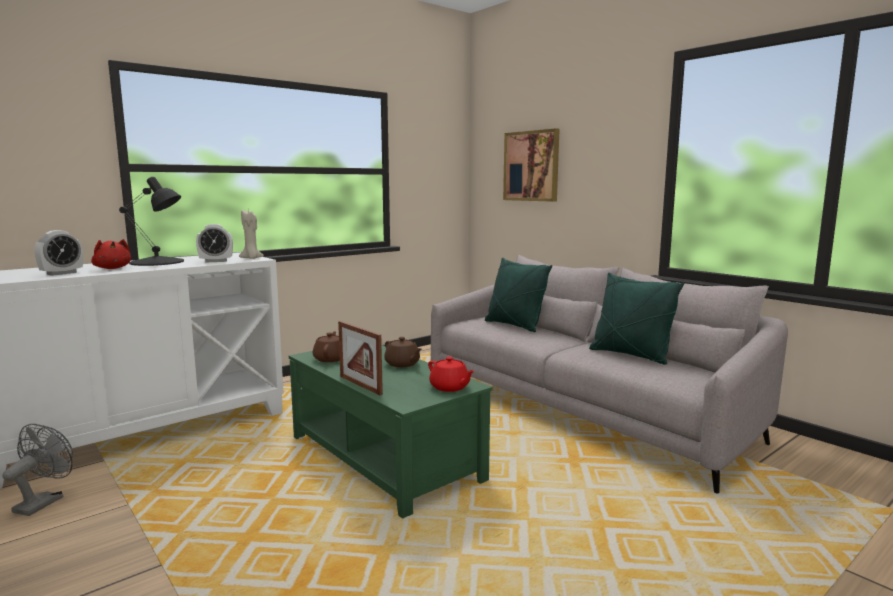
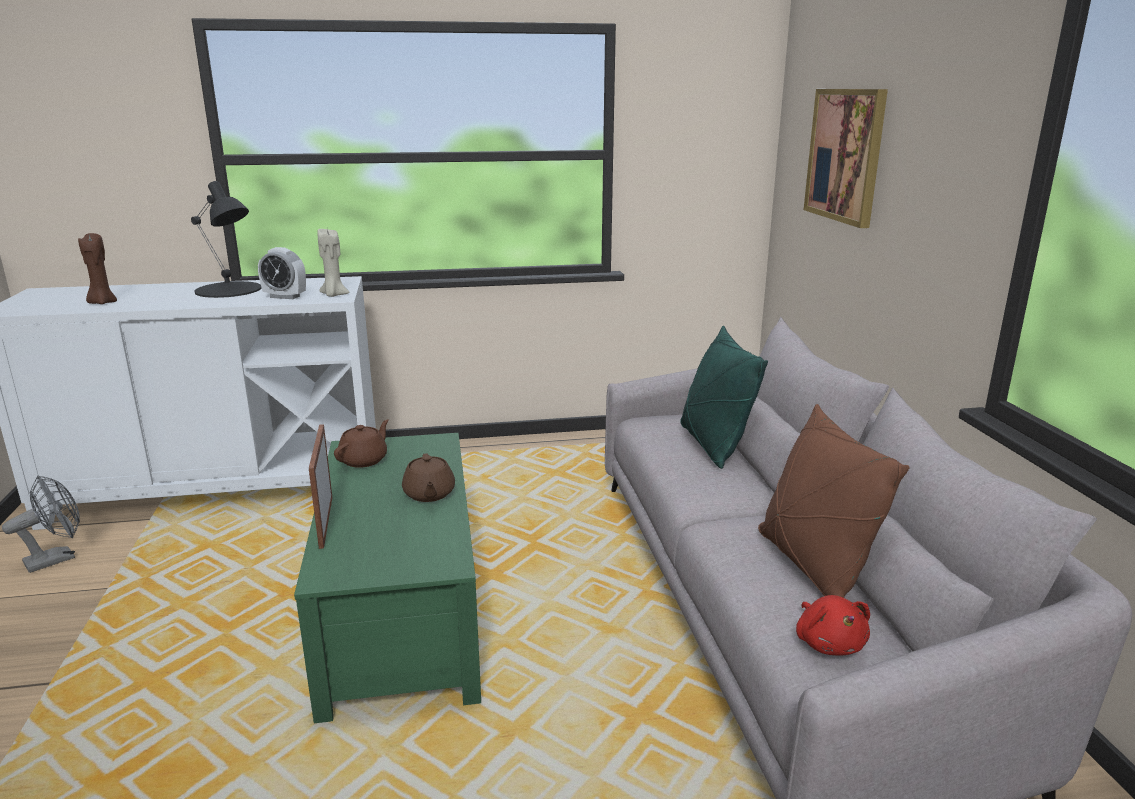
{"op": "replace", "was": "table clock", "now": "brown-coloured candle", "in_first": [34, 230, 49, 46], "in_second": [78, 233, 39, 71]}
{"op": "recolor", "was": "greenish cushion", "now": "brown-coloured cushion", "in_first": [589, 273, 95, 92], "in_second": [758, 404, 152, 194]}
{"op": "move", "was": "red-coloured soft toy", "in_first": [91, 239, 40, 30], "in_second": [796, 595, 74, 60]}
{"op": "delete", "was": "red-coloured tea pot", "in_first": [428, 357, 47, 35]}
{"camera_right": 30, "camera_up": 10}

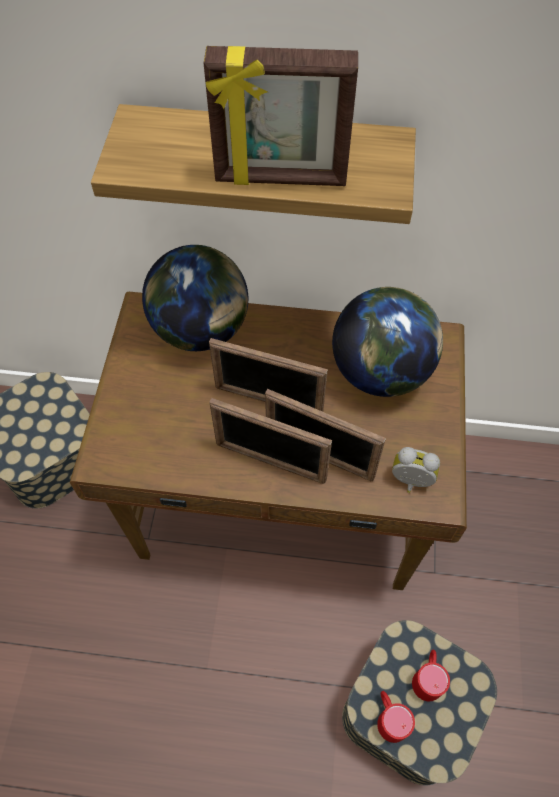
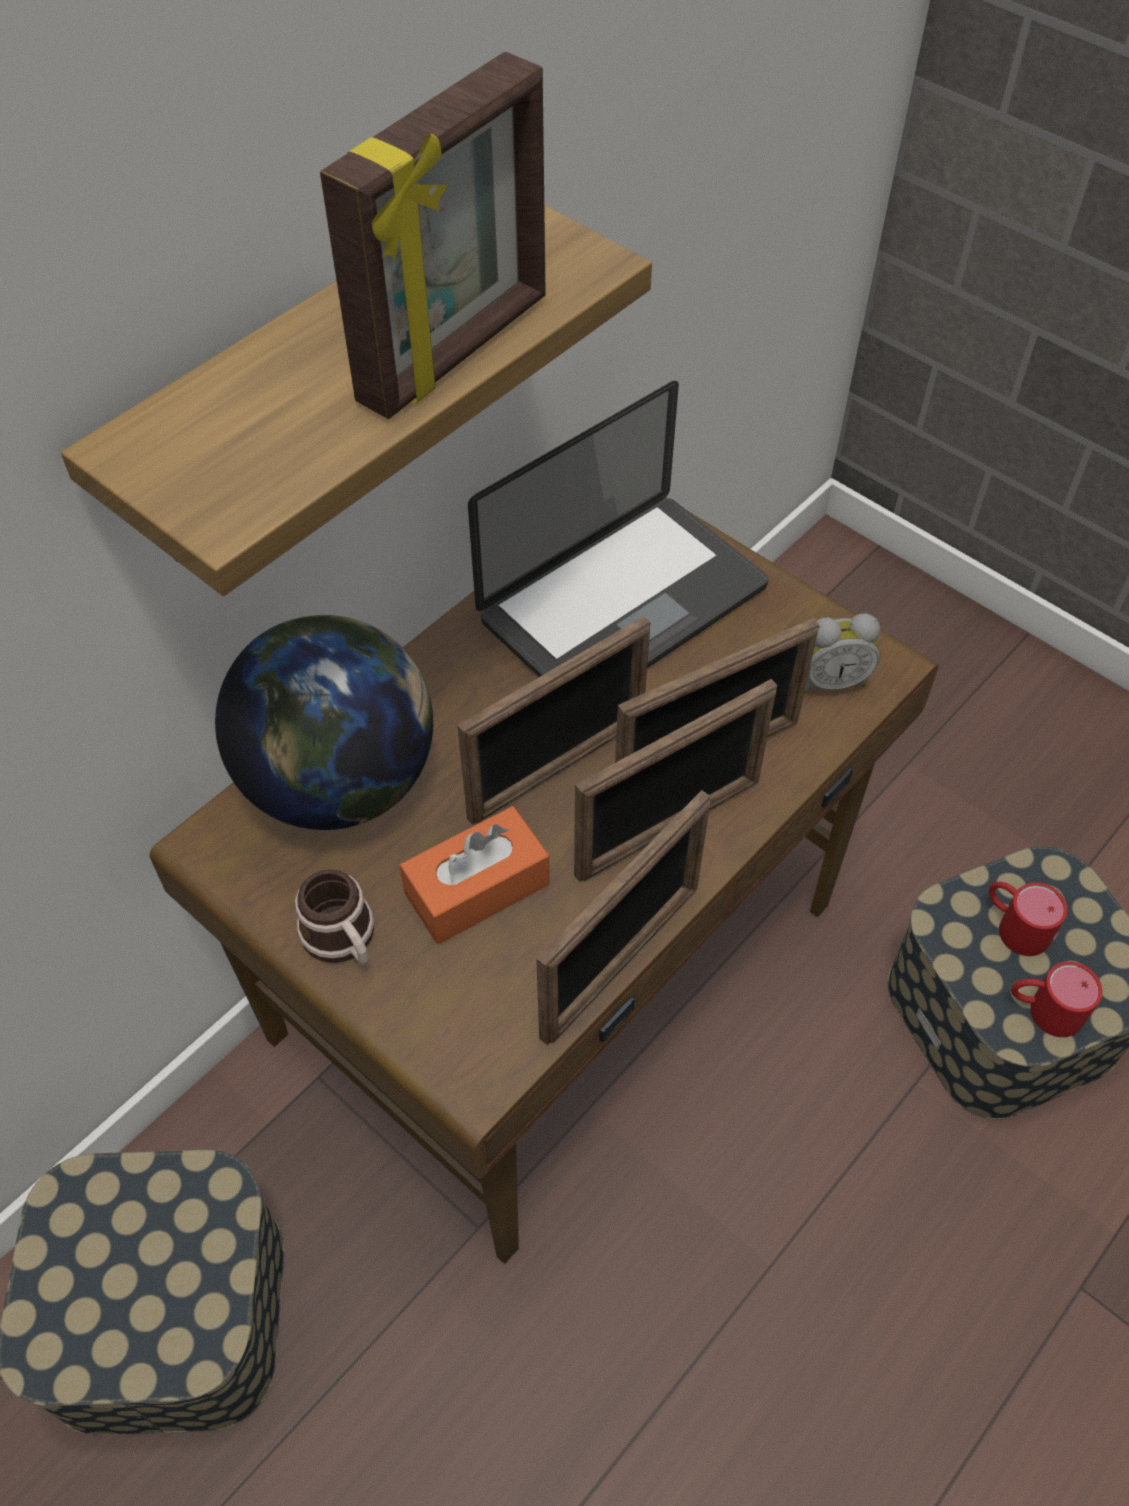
{"op": "insert", "now": "coffee mug", "in_second": [295, 869, 79, 97]}
{"op": "insert", "now": "orange tissue holder", "in_second": [400, 806, 150, 138]}
{"op": "replace", "was": "globe", "now": "notebook computer", "in_first": [332, 287, 111, 110], "in_second": [468, 381, 301, 296]}
{"op": "insert", "now": "photo frame", "in_second": [536, 790, 174, 255]}
{"op": "rotate", "was": "table clock", "in_first": [392, 447, 48, 46], "in_second": [804, 614, 76, 80], "clockwise": -150}
{"camera_right": -55, "camera_up": -5}

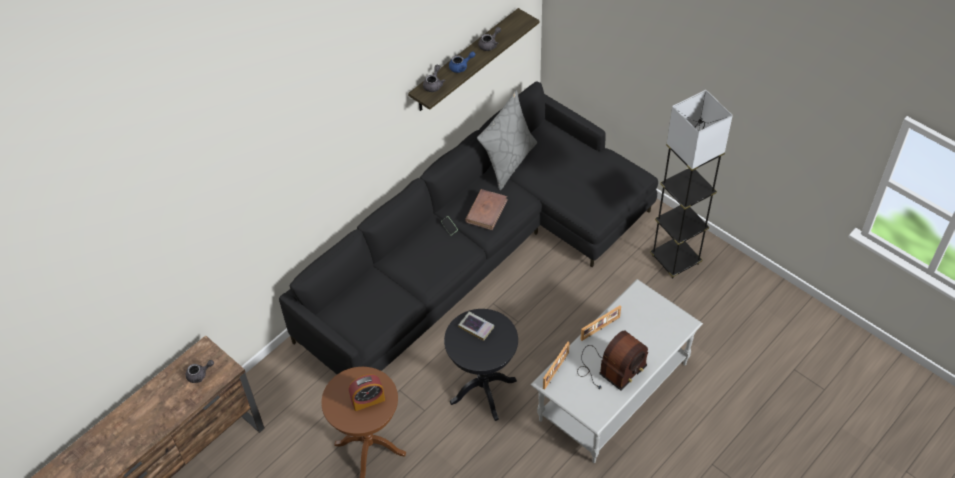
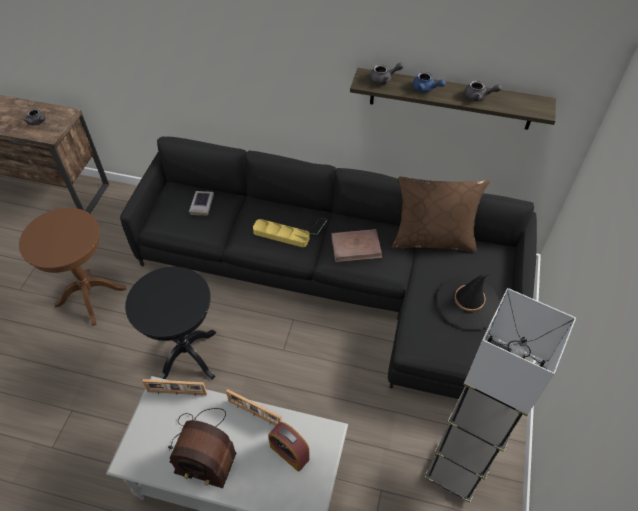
{"op": "move", "was": "book", "in_first": [458, 312, 36, 29], "in_second": [189, 191, 25, 24]}
{"op": "insert", "now": "yellowish carrying tray", "in_second": [253, 219, 57, 28]}
{"op": "move", "was": "table clock", "in_first": [349, 374, 36, 37], "in_second": [268, 422, 42, 50]}
{"op": "recolor", "was": "gray cushion", "now": "brown-coloured cushion", "in_first": [477, 90, 60, 100], "in_second": [392, 176, 98, 76]}
{"op": "insert", "now": "black wearable hat", "in_second": [437, 274, 63, 56]}
{"camera_right": 60, "camera_up": 0}

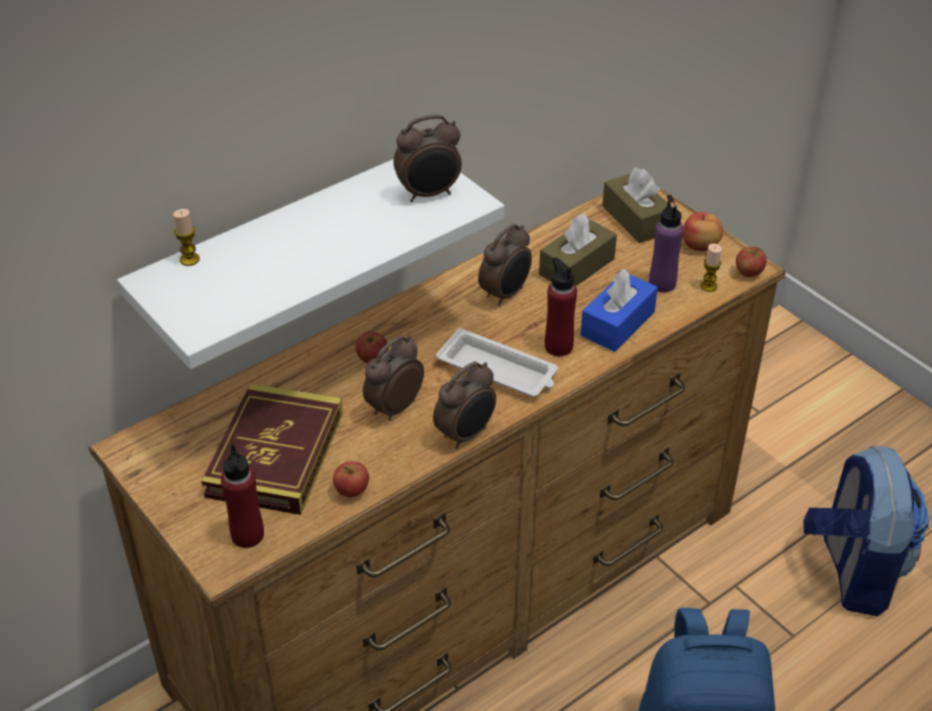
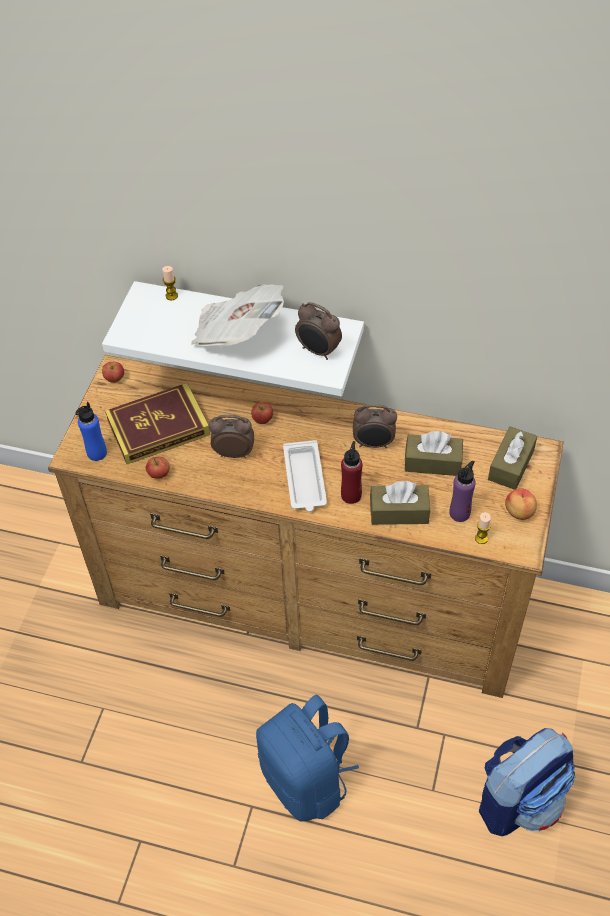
{"op": "recolor", "was": "red-coloured drink bottle", "now": "blue drink bottle", "in_first": [221, 444, 43, 104], "in_second": [75, 402, 32, 59]}
{"op": "move", "was": "apple", "in_first": [736, 247, 31, 30], "in_second": [102, 362, 22, 21]}
{"op": "insert", "now": "printed paper", "in_second": [192, 284, 92, 62]}
{"op": "recolor", "was": "blue tissue holder", "now": "brown-coloured tissue holder", "in_first": [580, 269, 78, 83], "in_second": [370, 481, 60, 44]}
{"op": "delete", "was": "table clock", "in_first": [433, 361, 63, 88]}
{"camera_right": 55, "camera_up": 10}

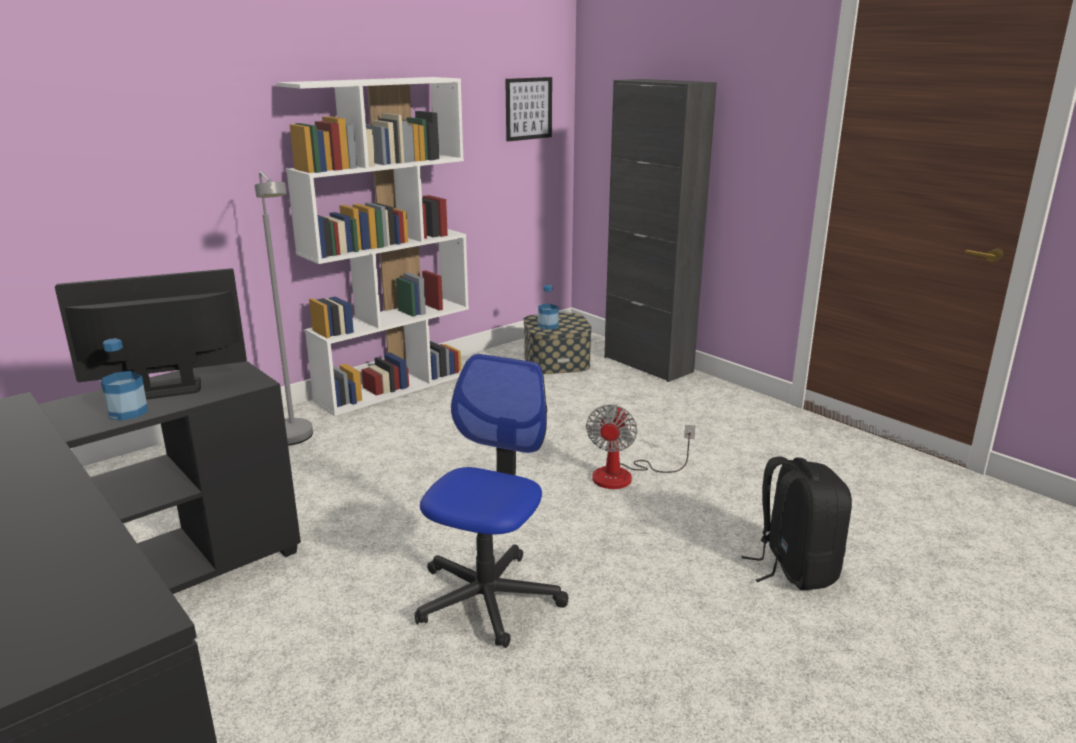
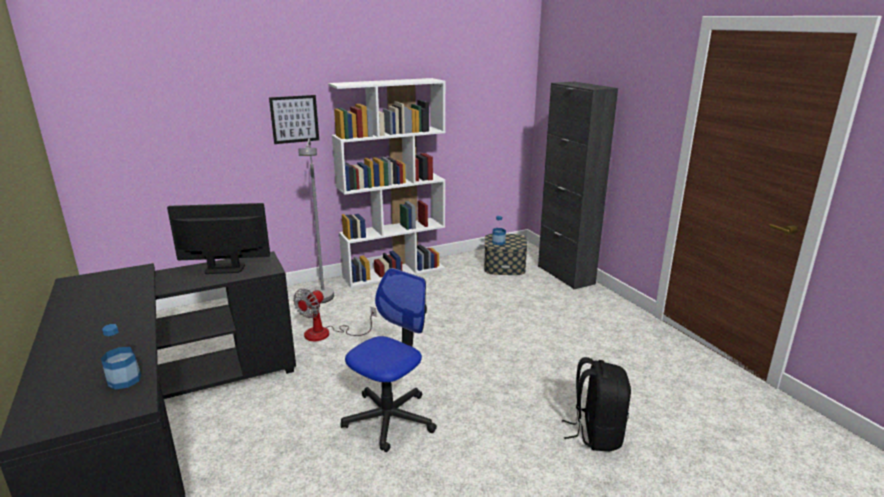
{"op": "move", "was": "drink bottle", "in_first": [101, 338, 47, 83], "in_second": [101, 324, 40, 66]}
{"op": "move", "was": "picture", "in_first": [505, 77, 47, 64], "in_second": [269, 95, 50, 49]}
{"op": "move", "was": "fan", "in_first": [586, 404, 109, 85], "in_second": [293, 289, 83, 52]}
{"camera_right": 15, "camera_up": 0}

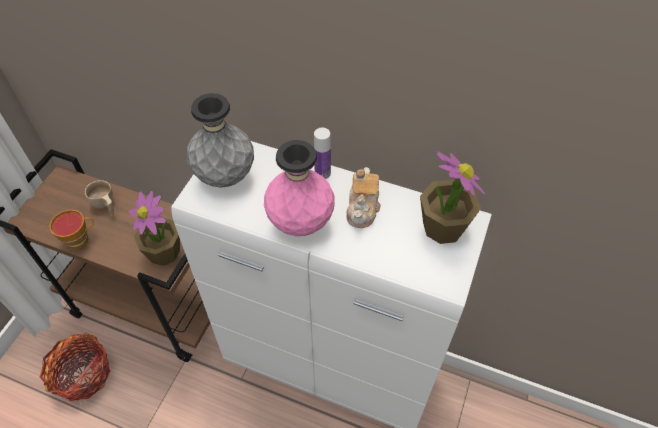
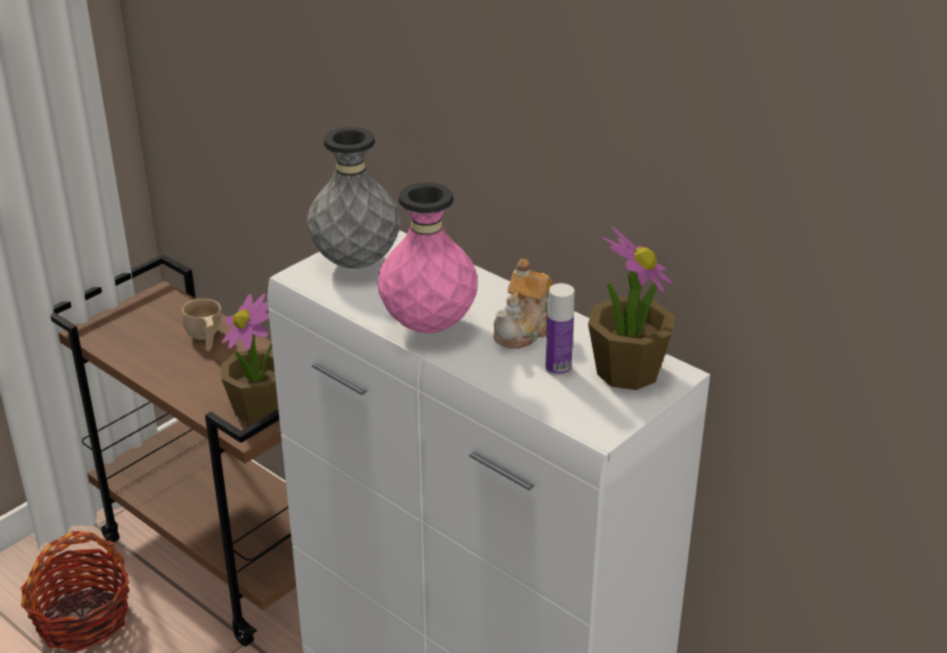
{"op": "move", "was": "drink bottle", "in_first": [314, 128, 17, 51], "in_second": [545, 283, 29, 93]}
{"op": "delete", "was": "small cup", "in_first": [49, 209, 45, 40]}
{"camera_right": 20, "camera_up": -20}

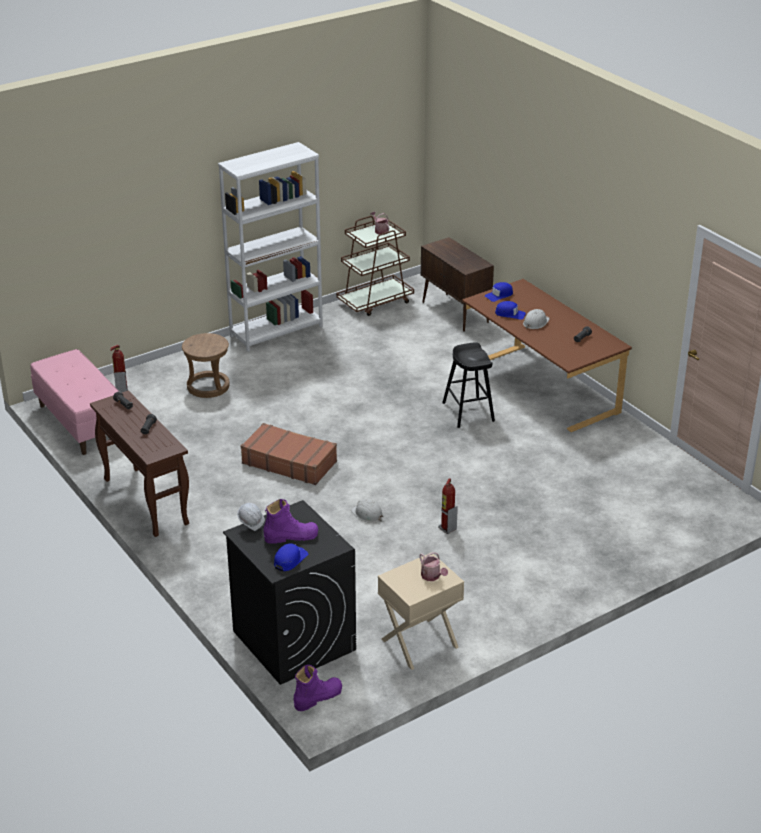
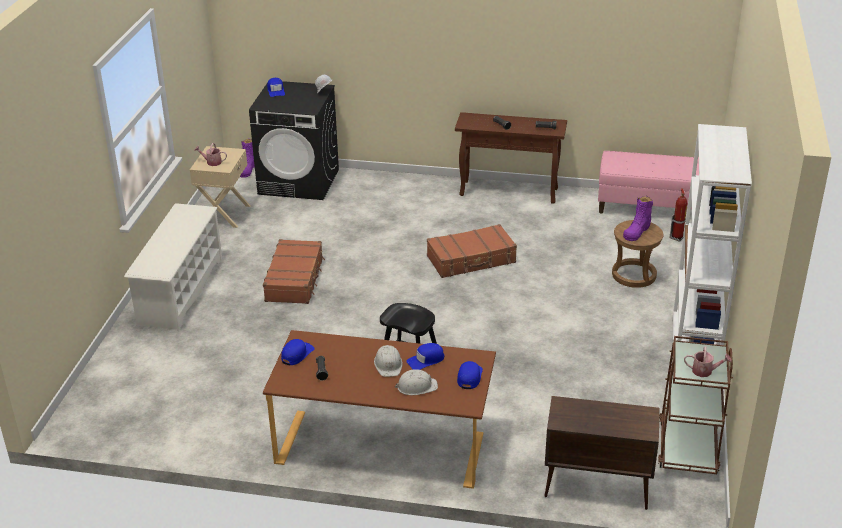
{"op": "insert", "now": "white-coloured shoe shelf", "in_second": [124, 203, 98, 128]}
{"op": "replace", "was": "fire-fighting cylinder", "now": "brown-coloured travel case", "in_first": [438, 478, 20, 56], "in_second": [263, 239, 62, 65]}
{"op": "insert", "now": "blue peaked cap", "in_second": [281, 339, 33, 26]}
{"op": "move", "was": "white-coloured work helmet", "in_first": [351, 499, 33, 24], "in_second": [395, 369, 43, 26]}
{"op": "move", "was": "purplish high-top boot", "in_first": [264, 499, 54, 45], "in_second": [623, 196, 30, 45]}
{"camera_right": 135, "camera_up": 0}

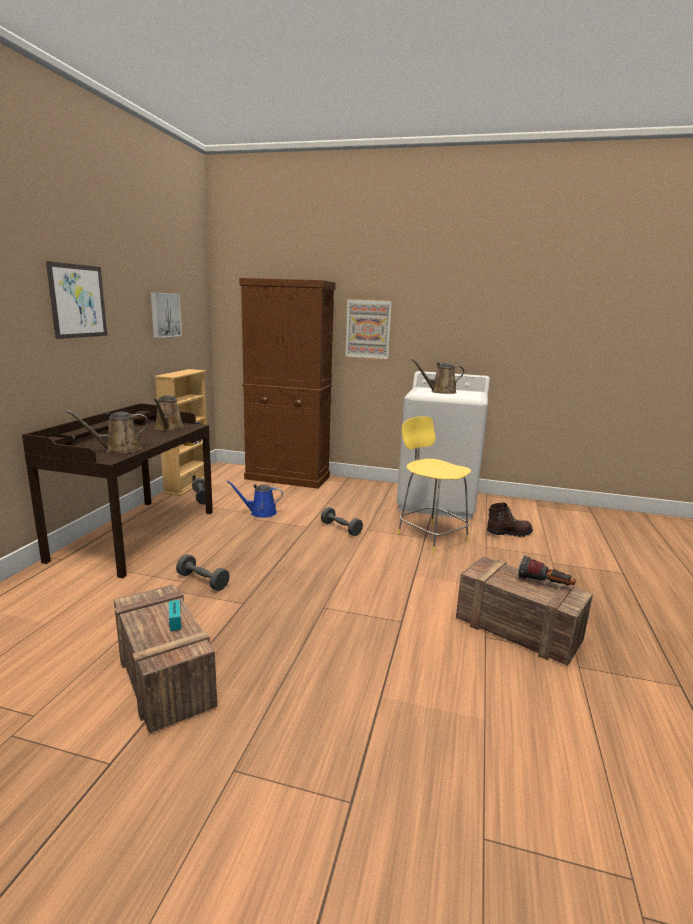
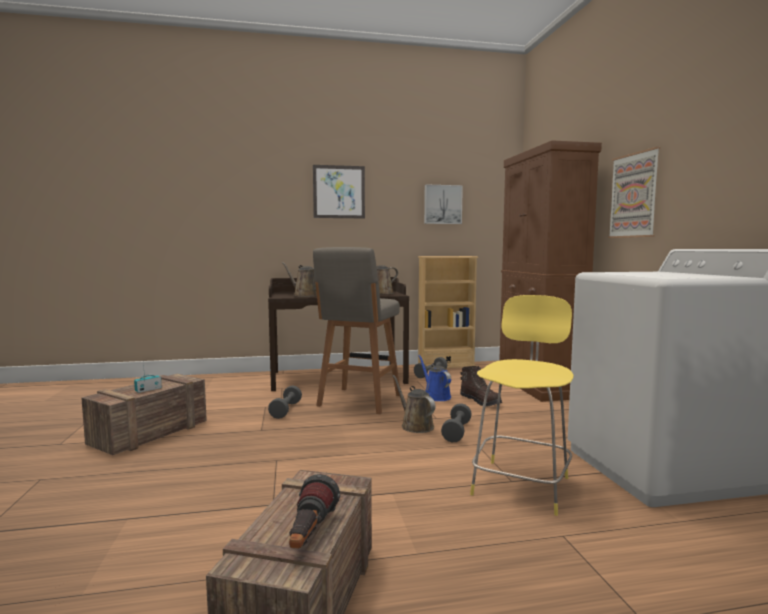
{"op": "insert", "now": "gray stool", "in_second": [313, 247, 87, 167]}
{"op": "move", "was": "brown-coloured watering can", "in_first": [411, 359, 54, 35], "in_second": [393, 375, 43, 58]}
{"op": "move", "was": "brown-coloured high-top boot", "in_first": [487, 502, 46, 35], "in_second": [460, 366, 42, 41]}
{"camera_right": 65, "camera_up": -10}

